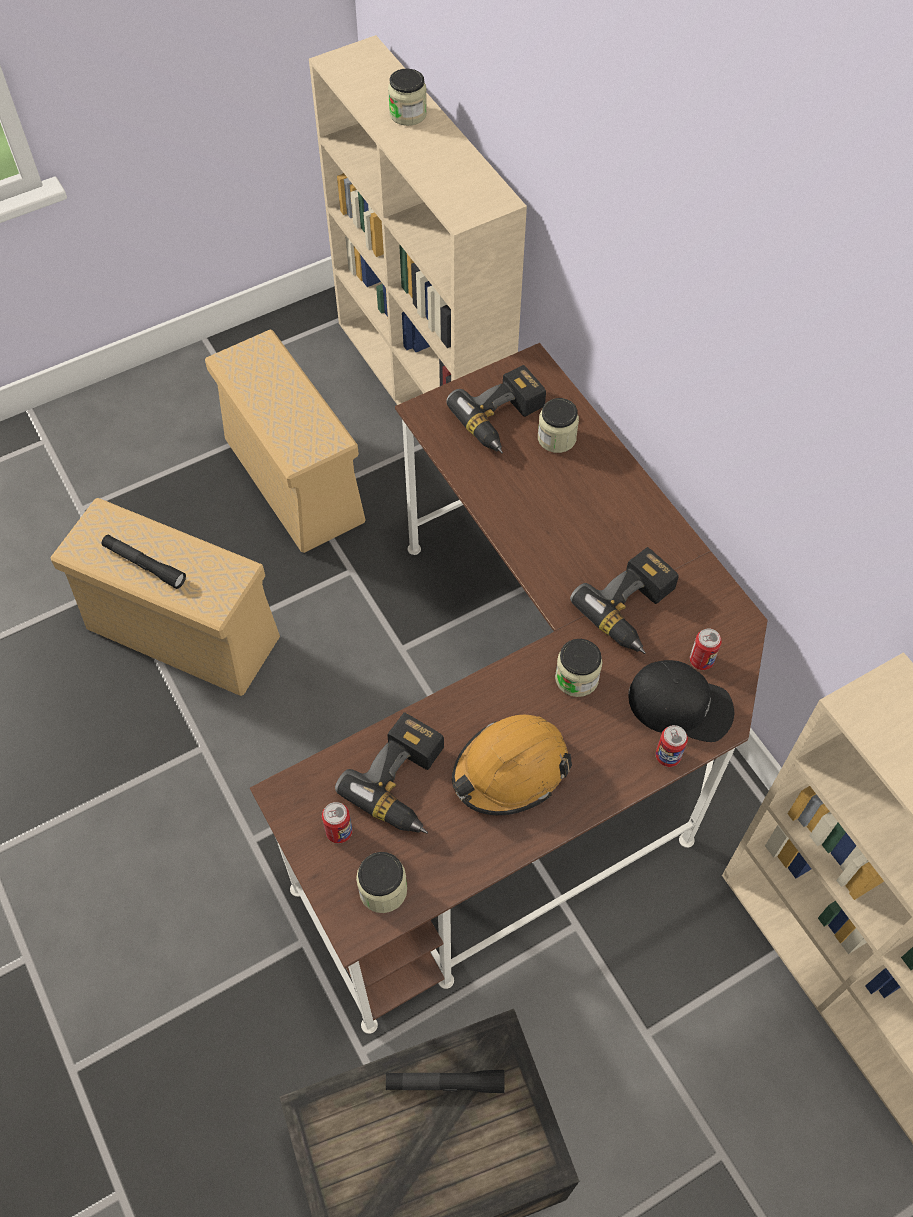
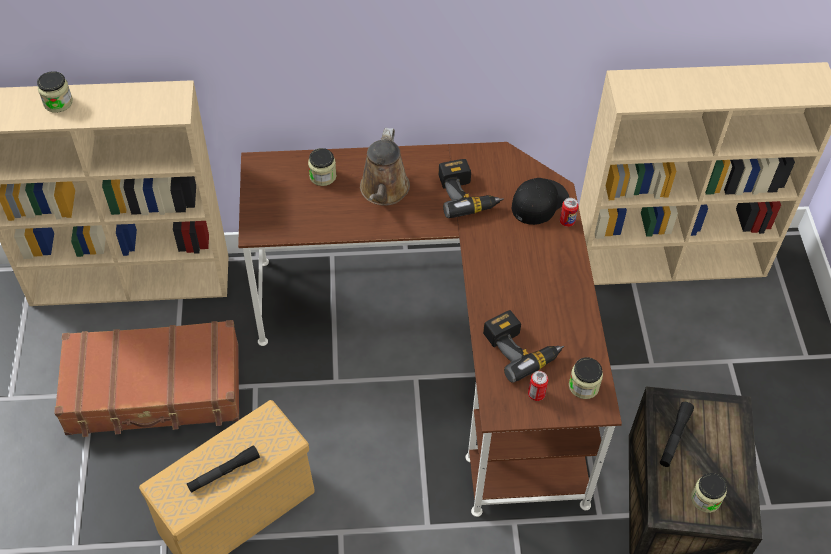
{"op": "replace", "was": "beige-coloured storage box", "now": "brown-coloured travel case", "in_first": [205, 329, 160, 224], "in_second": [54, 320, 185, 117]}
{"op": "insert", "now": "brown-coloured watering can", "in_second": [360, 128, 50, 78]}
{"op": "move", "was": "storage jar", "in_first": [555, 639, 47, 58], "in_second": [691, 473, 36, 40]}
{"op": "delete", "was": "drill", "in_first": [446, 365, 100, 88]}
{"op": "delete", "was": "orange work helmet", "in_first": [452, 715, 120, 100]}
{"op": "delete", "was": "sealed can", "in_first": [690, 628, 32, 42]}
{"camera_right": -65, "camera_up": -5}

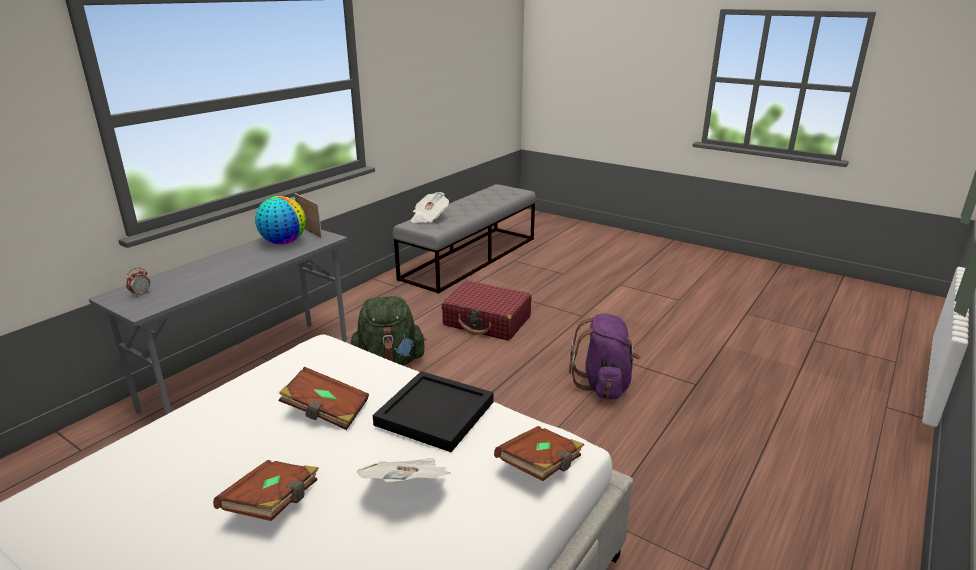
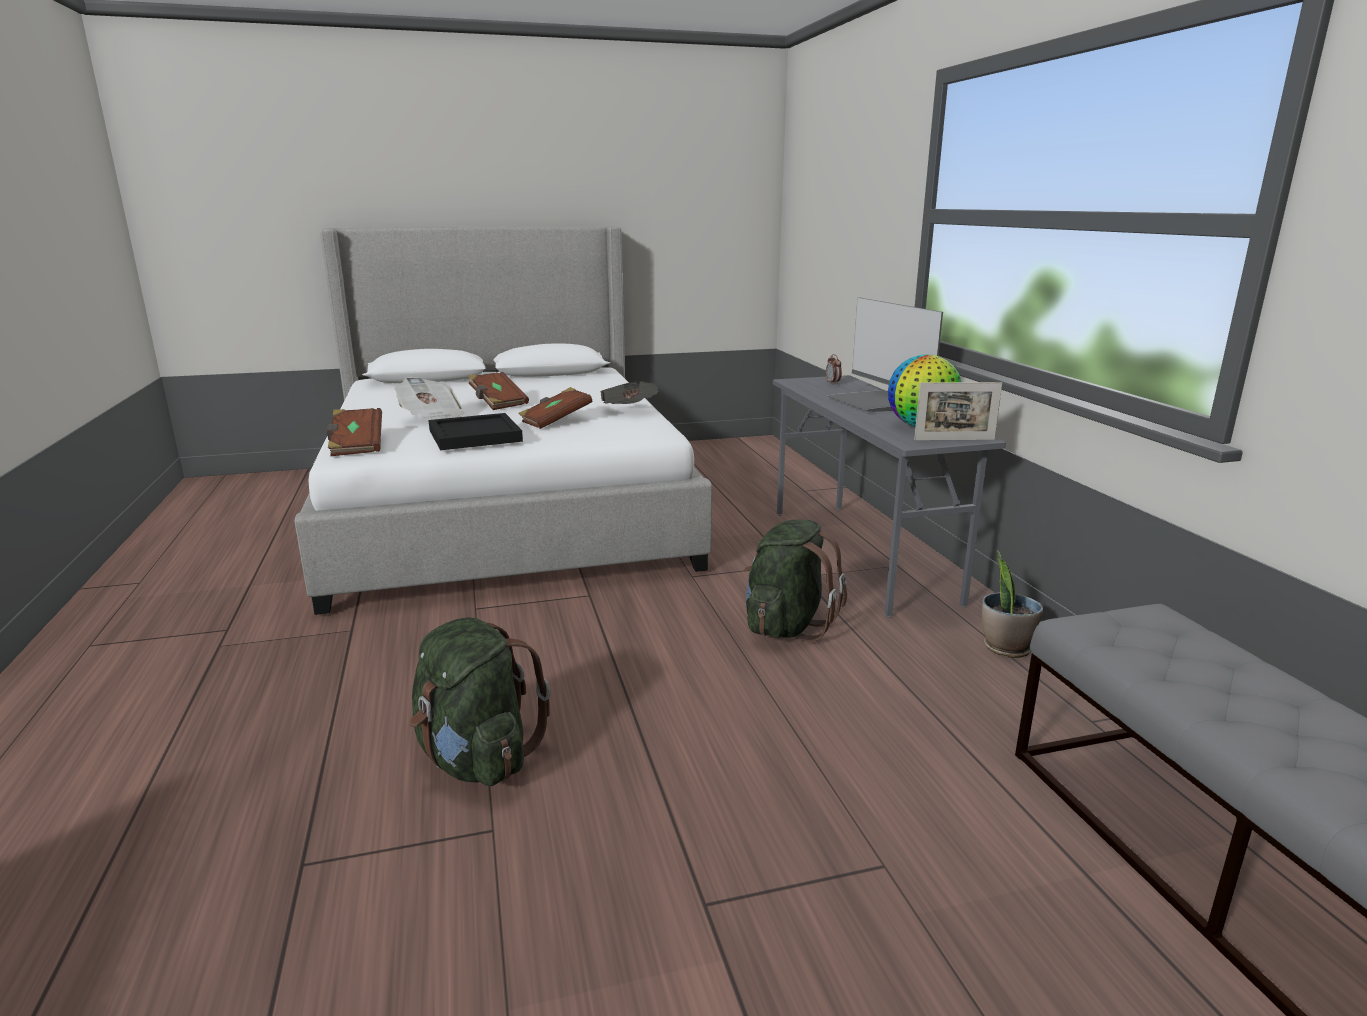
{"op": "recolor", "was": "purplish knapsack", "now": "greenish knapsack", "in_first": [569, 314, 71, 86], "in_second": [409, 617, 142, 169]}
{"op": "move", "was": "printed paper", "in_first": [411, 192, 38, 31], "in_second": [600, 381, 59, 23]}
{"op": "insert", "now": "computer display", "in_second": [827, 297, 116, 115]}
{"op": "insert", "now": "potted plant", "in_second": [982, 550, 61, 108]}
{"op": "delete", "was": "red-coloured travel case", "in_first": [441, 281, 90, 60]}
{"camera_right": 130, "camera_up": -5}

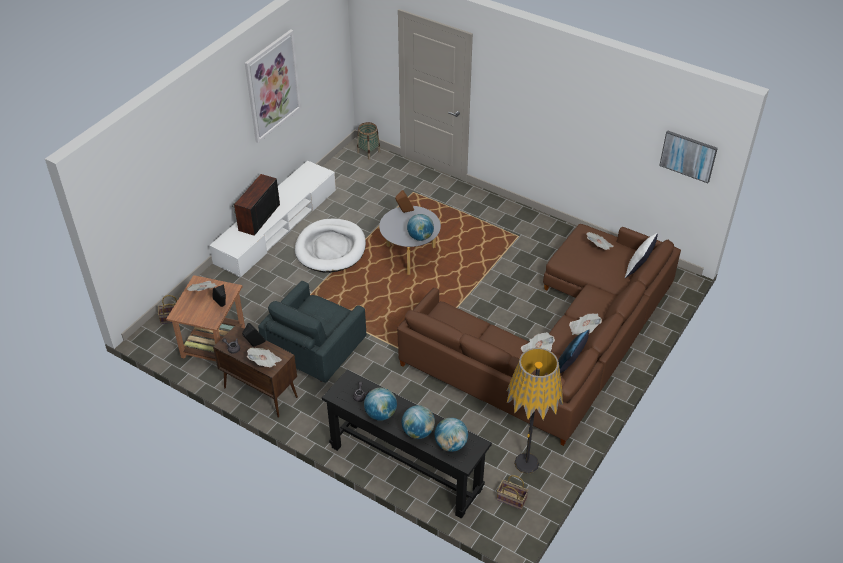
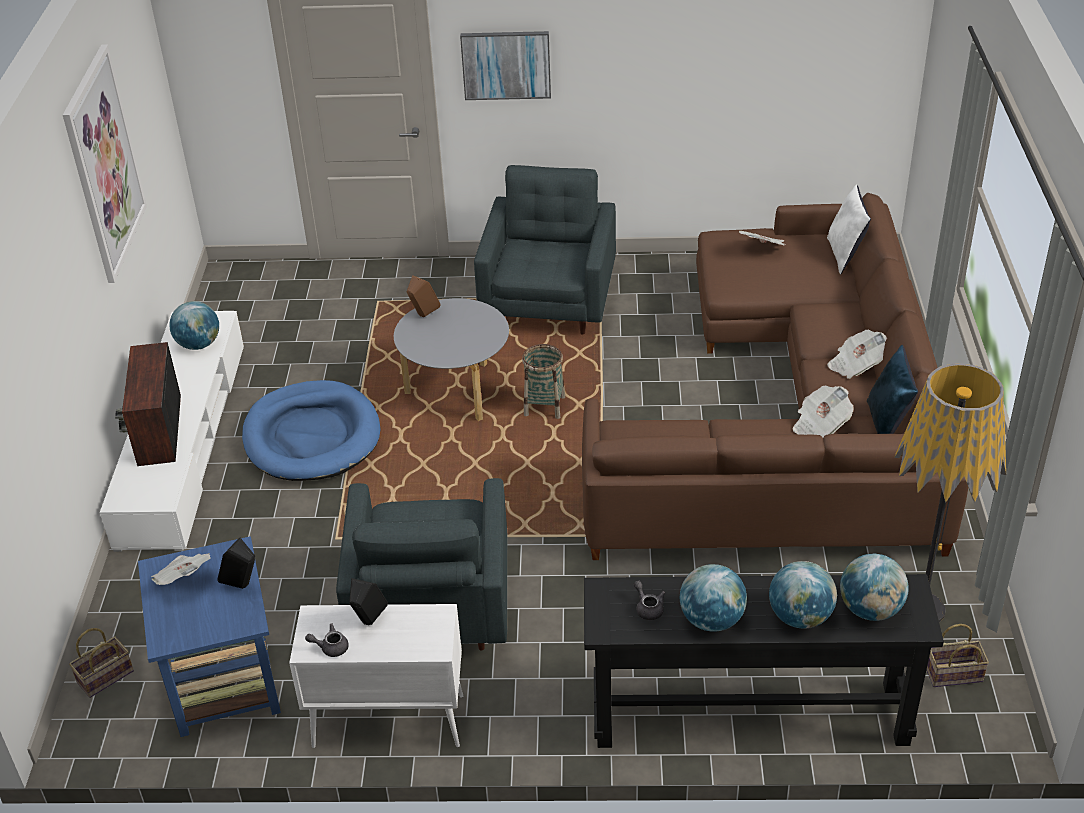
{"op": "recolor", "was": "brown-coloured accent table", "now": "blue accent table", "in_first": [166, 275, 79, 86], "in_second": [138, 536, 143, 201]}
{"op": "move", "was": "globe", "in_first": [407, 214, 27, 27], "in_second": [169, 301, 50, 49]}
{"op": "recolor", "was": "white-coloured dog bed", "now": "blue dog bed", "in_first": [295, 218, 71, 55], "in_second": [242, 380, 138, 101]}
{"op": "recolor", "was": "brown-coloured cupboard", "now": "white-coloured cupboard", "in_first": [213, 325, 85, 93], "in_second": [289, 604, 174, 144]}
{"op": "move", "was": "picture", "in_first": [659, 130, 59, 53], "in_second": [460, 31, 91, 69]}
{"op": "insert", "now": "gray lounge chair", "in_second": [474, 165, 142, 170]}
{"op": "move", "was": "basket", "in_first": [357, 122, 24, 38], "in_second": [522, 344, 43, 75]}
{"op": "delete", "was": "printed paper", "in_first": [247, 348, 35, 20]}
{"camera_right": -30, "camera_up": -5}

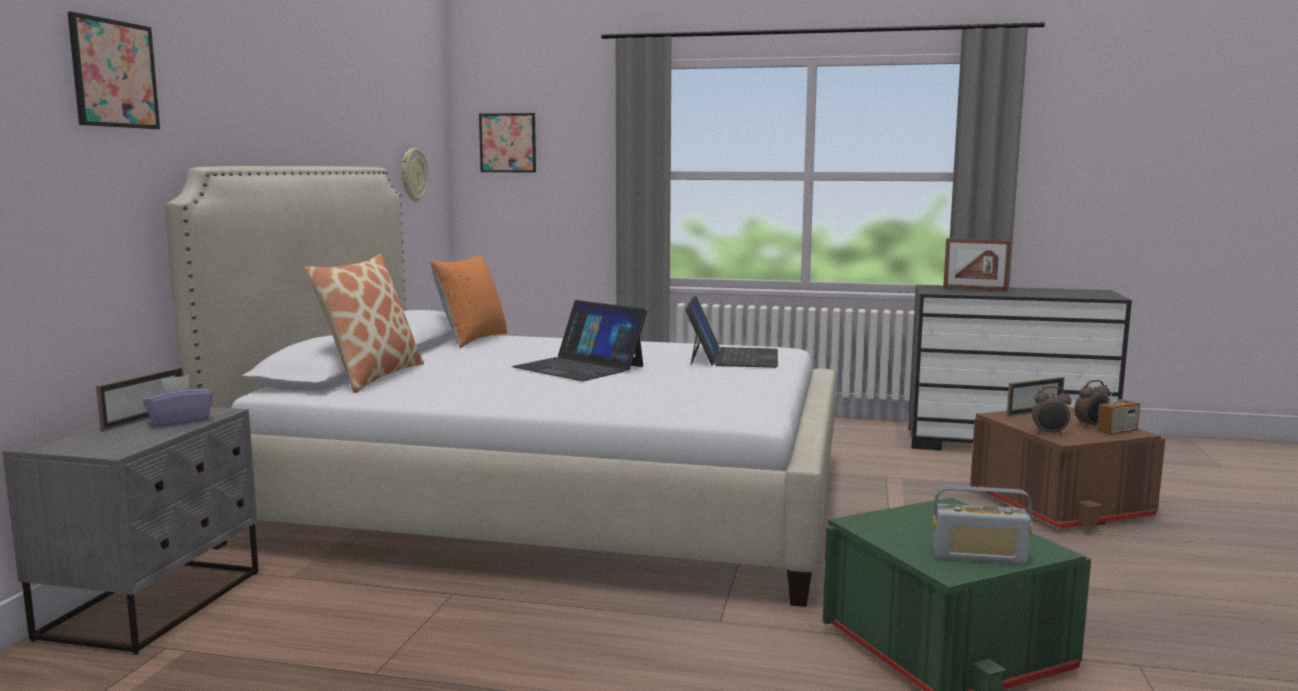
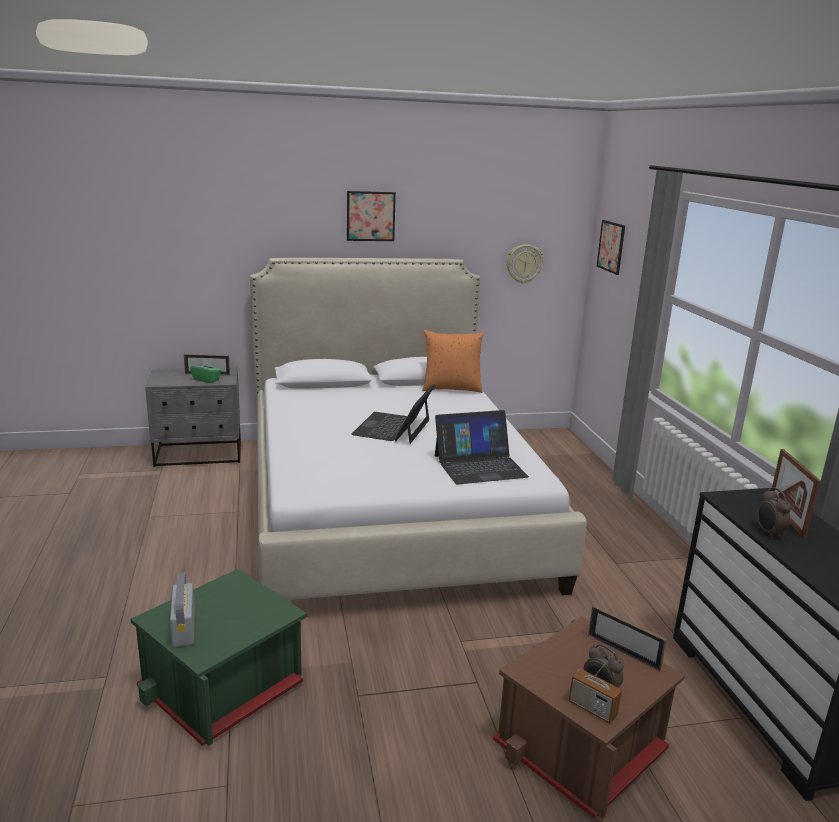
{"op": "recolor", "was": "purplish tissue holder", "now": "greenish tissue holder", "in_first": [143, 375, 70, 53], "in_second": [190, 358, 32, 25]}
{"op": "move", "was": "picture", "in_first": [68, 12, 92, 117], "in_second": [347, 191, 49, 50]}
{"op": "move", "was": "table clock", "in_first": [1032, 386, 40, 50], "in_second": [757, 487, 34, 51]}
{"op": "delete", "was": "cushion", "in_first": [304, 254, 120, 139]}
{"camera_right": 65, "camera_up": 10}

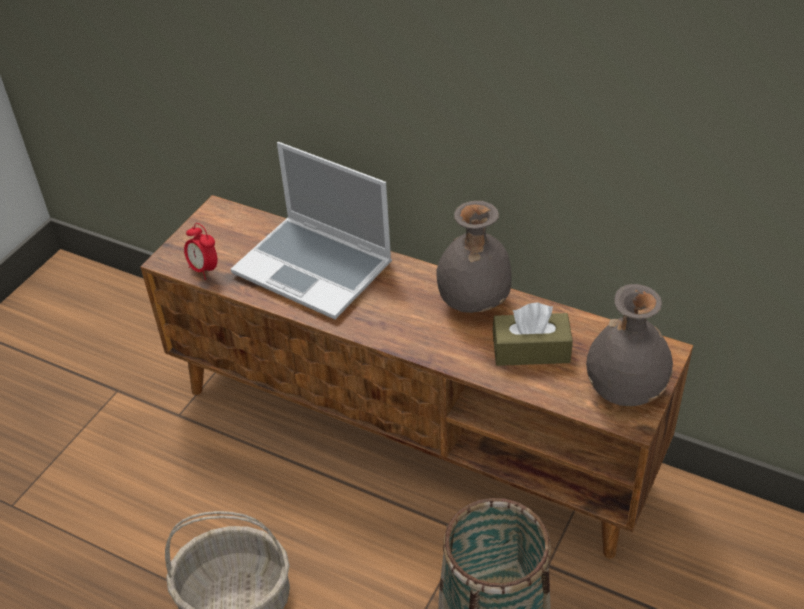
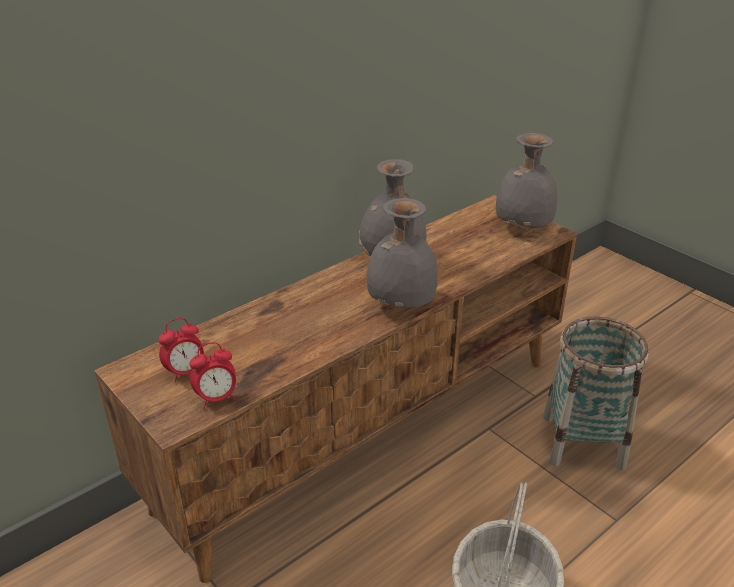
{"op": "insert", "now": "table clock", "in_second": [158, 318, 46, 65]}
{"op": "insert", "now": "gray vase", "in_second": [367, 198, 71, 111]}
{"op": "delete", "was": "notebook computer", "in_first": [231, 142, 161, 178]}
{"op": "delete", "was": "brown-coloured tissue holder", "in_first": [493, 303, 80, 63]}
{"camera_right": -70, "camera_up": -10}

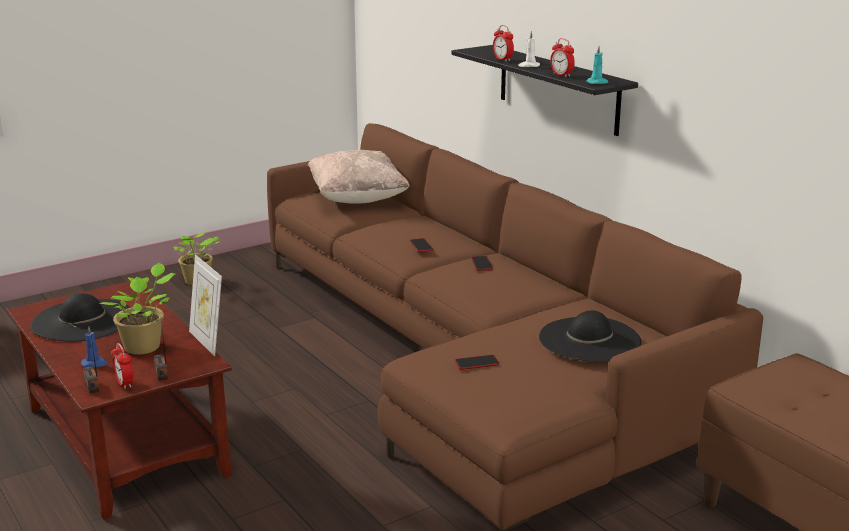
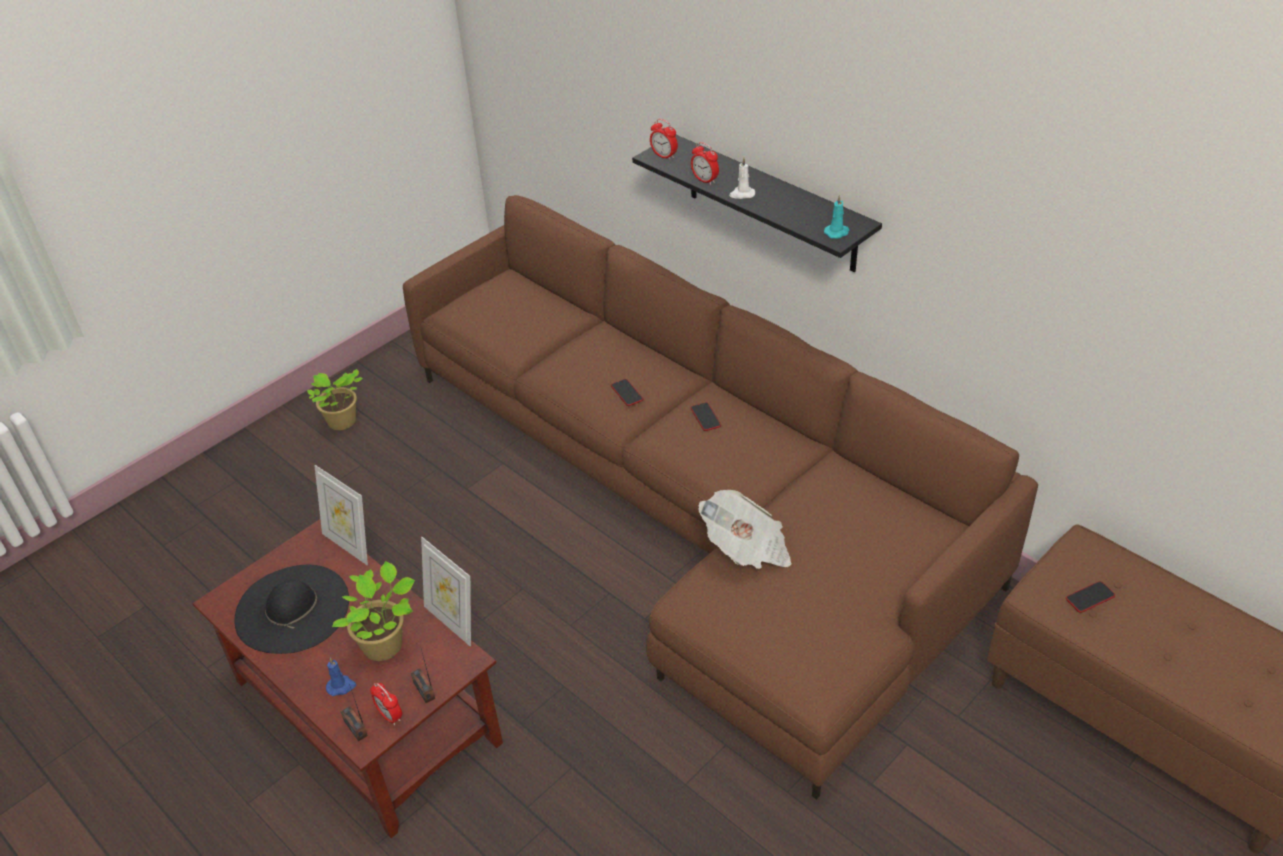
{"op": "insert", "now": "photo frame", "in_second": [314, 465, 54, 100]}
{"op": "move", "was": "table clock", "in_first": [550, 38, 25, 39], "in_second": [650, 119, 28, 41]}
{"op": "insert", "now": "printed paper", "in_second": [699, 490, 93, 79]}
{"op": "move", "was": "handset", "in_first": [454, 355, 45, 15], "in_second": [1066, 581, 49, 32]}
{"op": "delete", "was": "beige-coloured cushion", "in_first": [308, 150, 102, 54]}
{"op": "delete", "was": "black wearable hat", "in_first": [539, 310, 102, 52]}
{"camera_right": -10, "camera_up": 20}

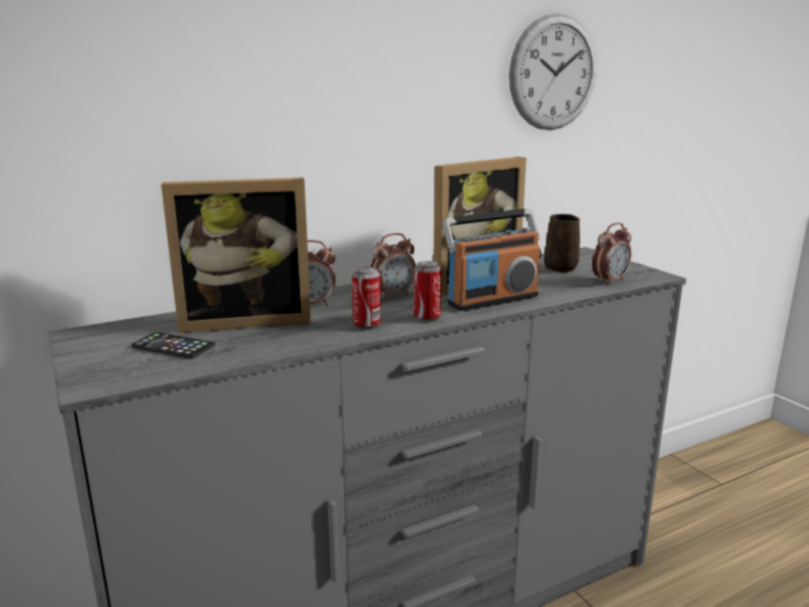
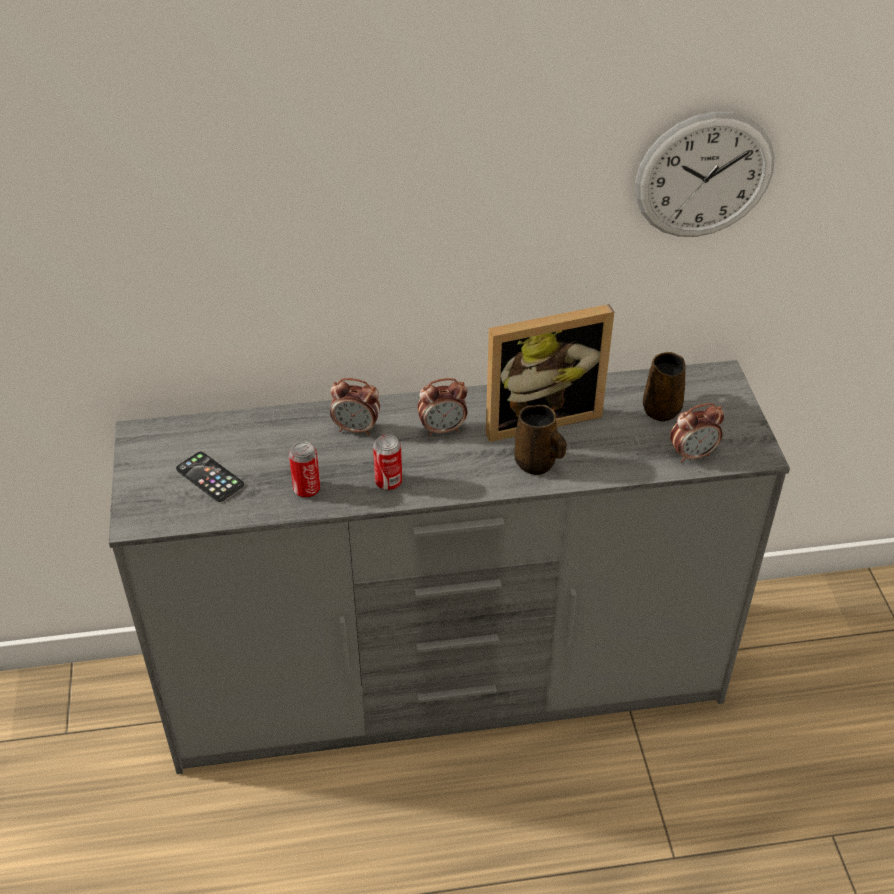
{"op": "move", "was": "sealed can", "in_first": [414, 261, 28, 61], "in_second": [289, 442, 31, 56]}
{"op": "replace", "was": "radio receiver", "now": "brown-coloured coffee mug", "in_first": [442, 208, 100, 103], "in_second": [514, 405, 52, 70]}
{"op": "delete", "was": "photo frame", "in_first": [161, 178, 150, 155]}
{"camera_right": 20, "camera_up": 25}

